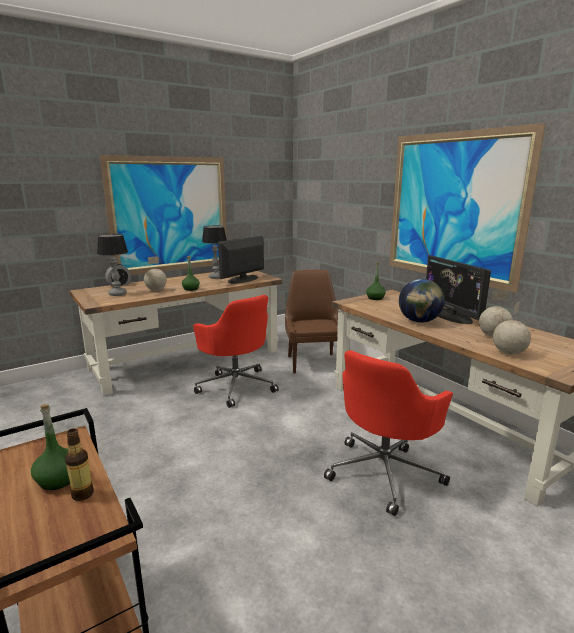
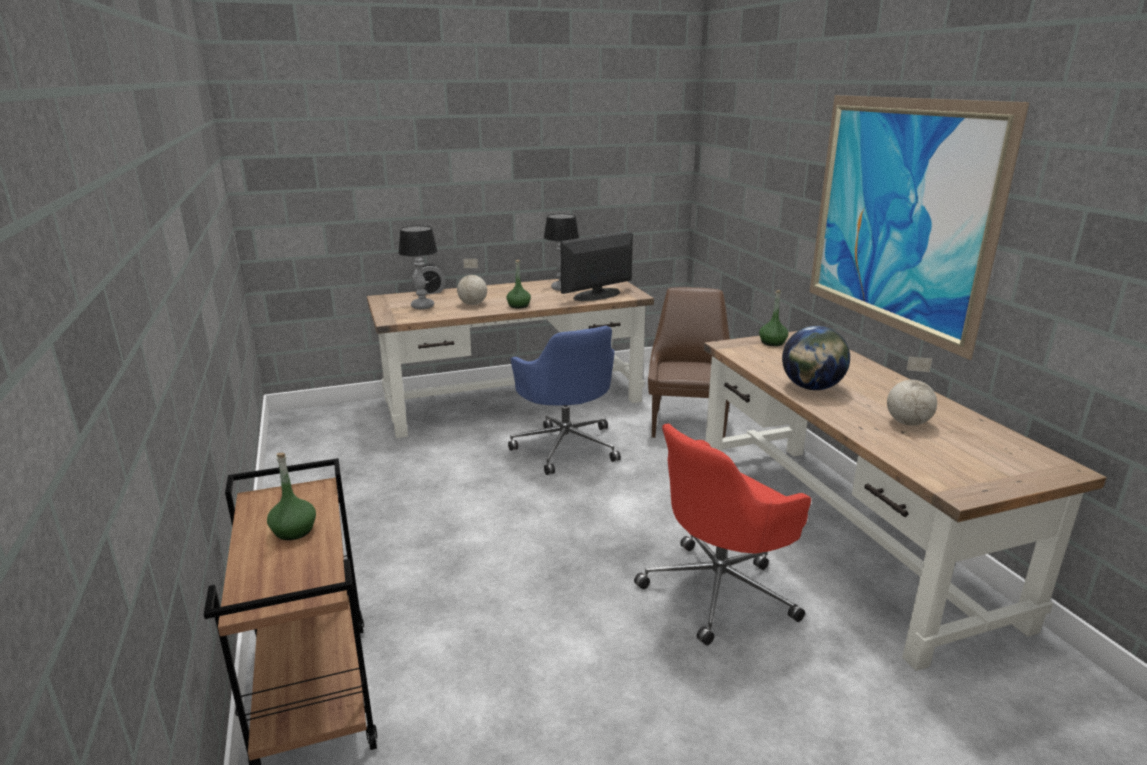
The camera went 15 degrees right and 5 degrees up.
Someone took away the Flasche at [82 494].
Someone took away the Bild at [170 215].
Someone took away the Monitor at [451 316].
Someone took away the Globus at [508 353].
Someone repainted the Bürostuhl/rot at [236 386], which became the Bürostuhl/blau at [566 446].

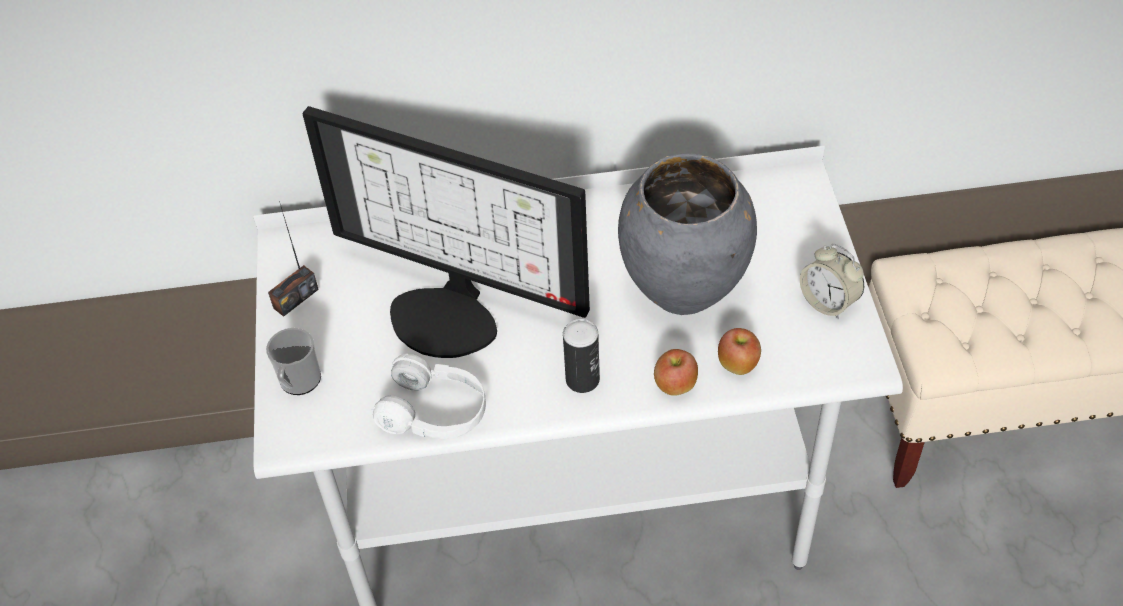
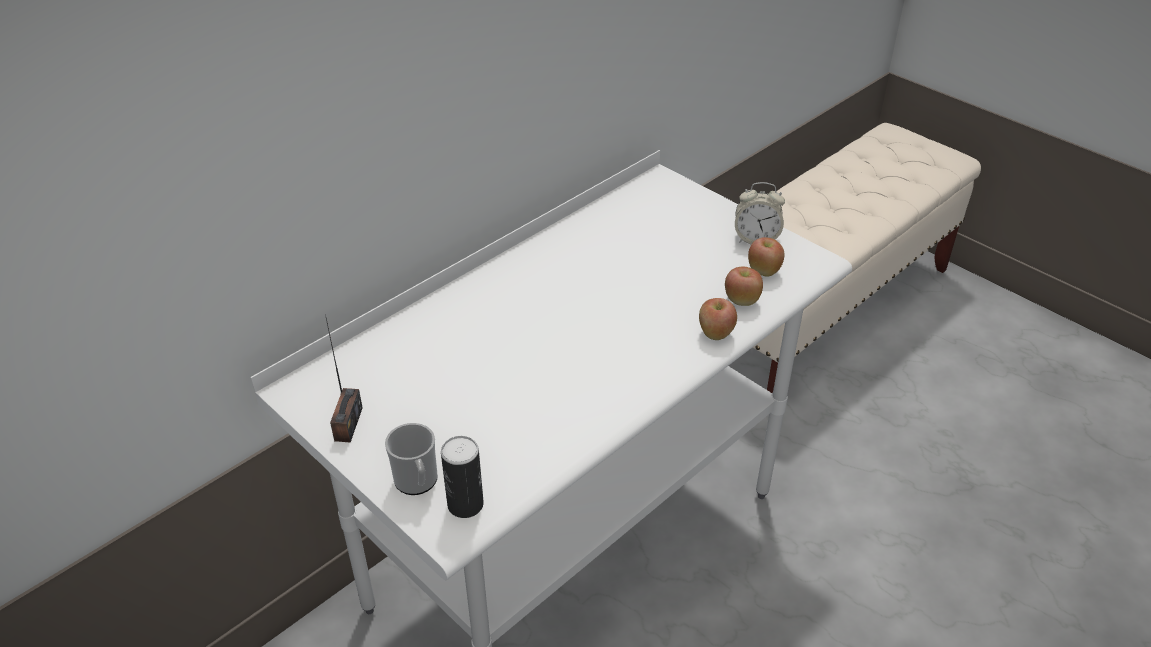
The camera went 40 degrees left and 10 degrees down.
Someone took away the Monitor at [450 313].
Someone took away the Kopfhörer/weiß at [434 412].
Someone took away the Vase/grau at [684 290].
Someone put down the Apfel at [763 271].
Someone carried the Dose from [582 379] to [465 504].

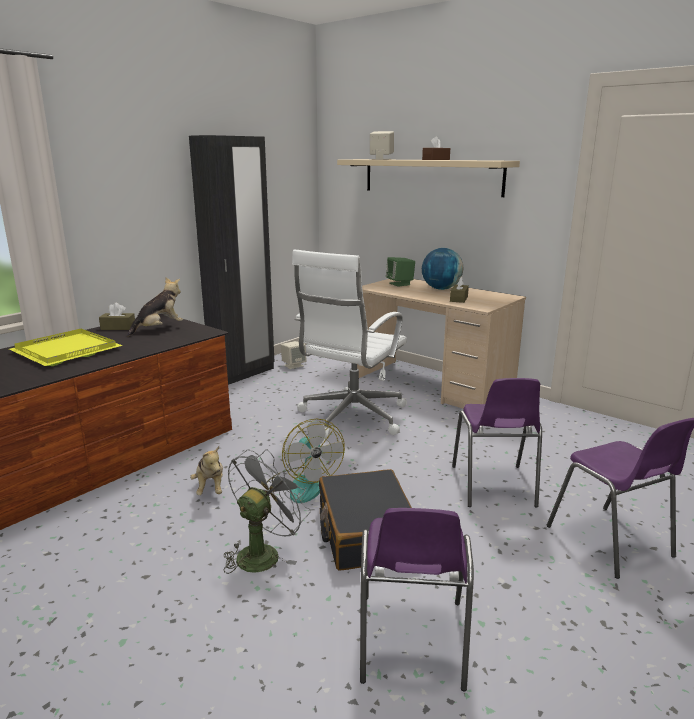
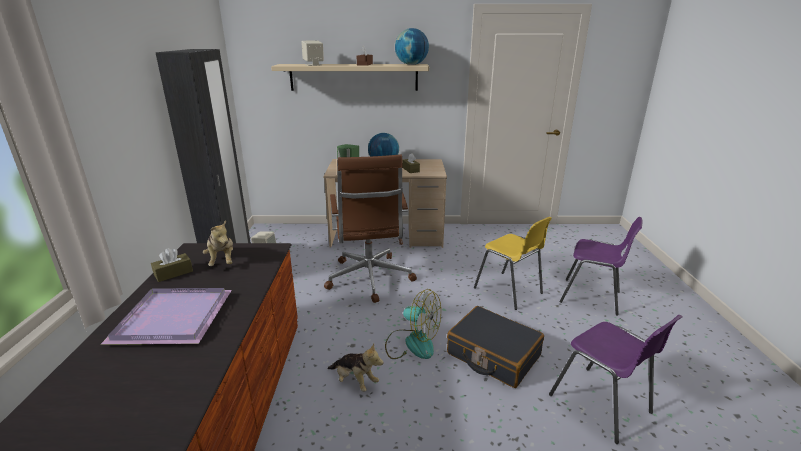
The camera went 40 degrees left and 5 degrees up.
Someone took away the Ventilator/grau at [263 553].
Someone put down the Globus at [411 65].
Someone repainted the Tablett/gelb at [67 350], which became the Tablett/lila at [172 317].
Someone repainted the Bürostuhl/weiß at [351 417], which became the Bürostuhl/braun at [369 279].
Someone repainted the Stuhl/lila at [493 487], which became the Stuhl/gelb at [509 291].
Someone rotated the Plüschtier at [159 329] by 150 degrees clockwise.

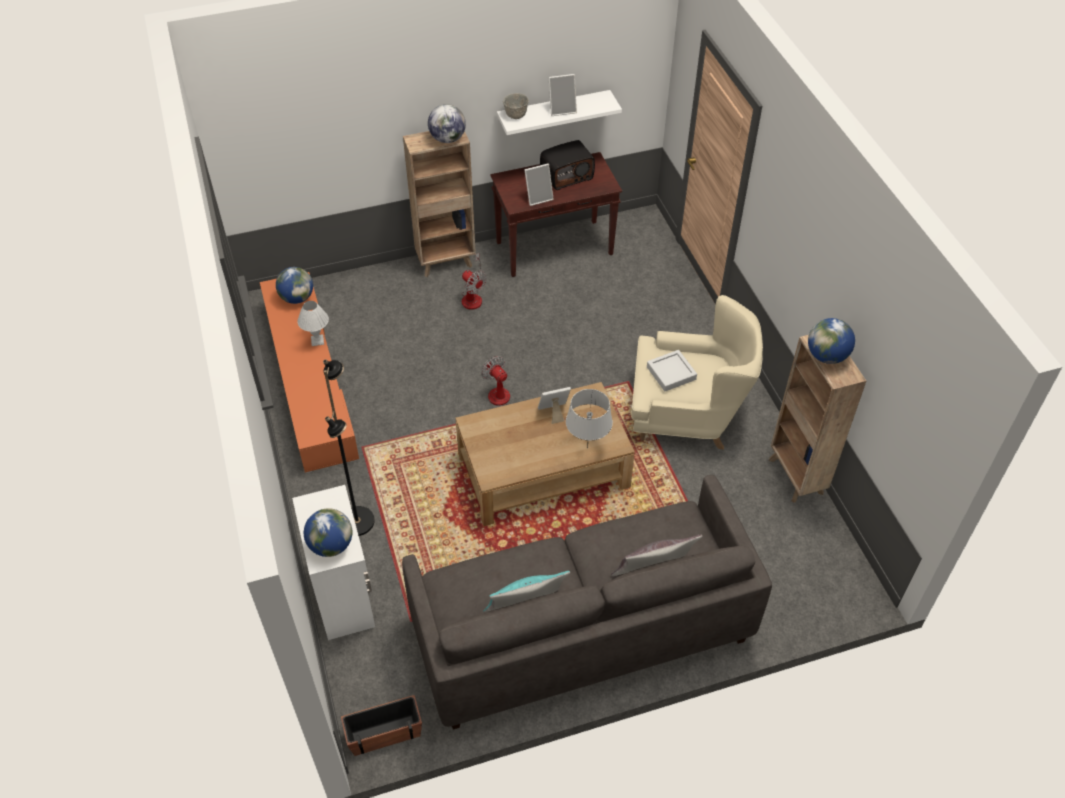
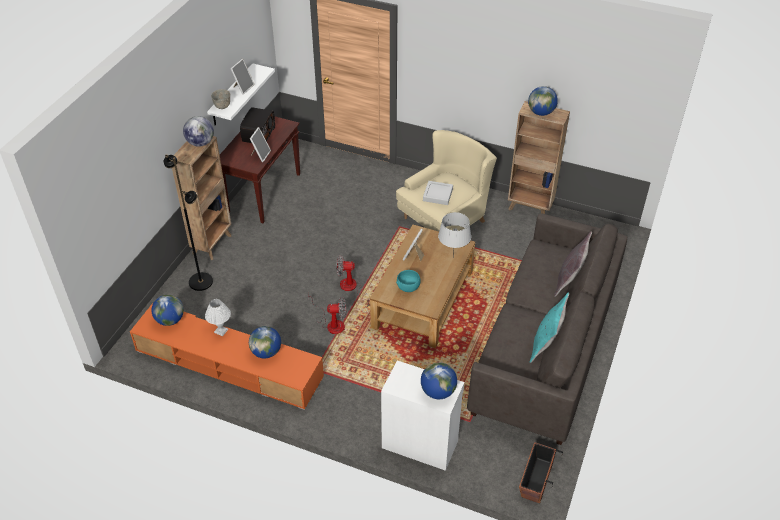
The camera went 50 degrees left and 5 degrees down.
Someone put down the Globus at [266 352].
Someone put down the Schüssel/türkis at [408 287].
Someone carried the Stehlampe/schwarz from [358 521] to [201 281].
Someone carried the Ventilator from [473 296] to [331 323].

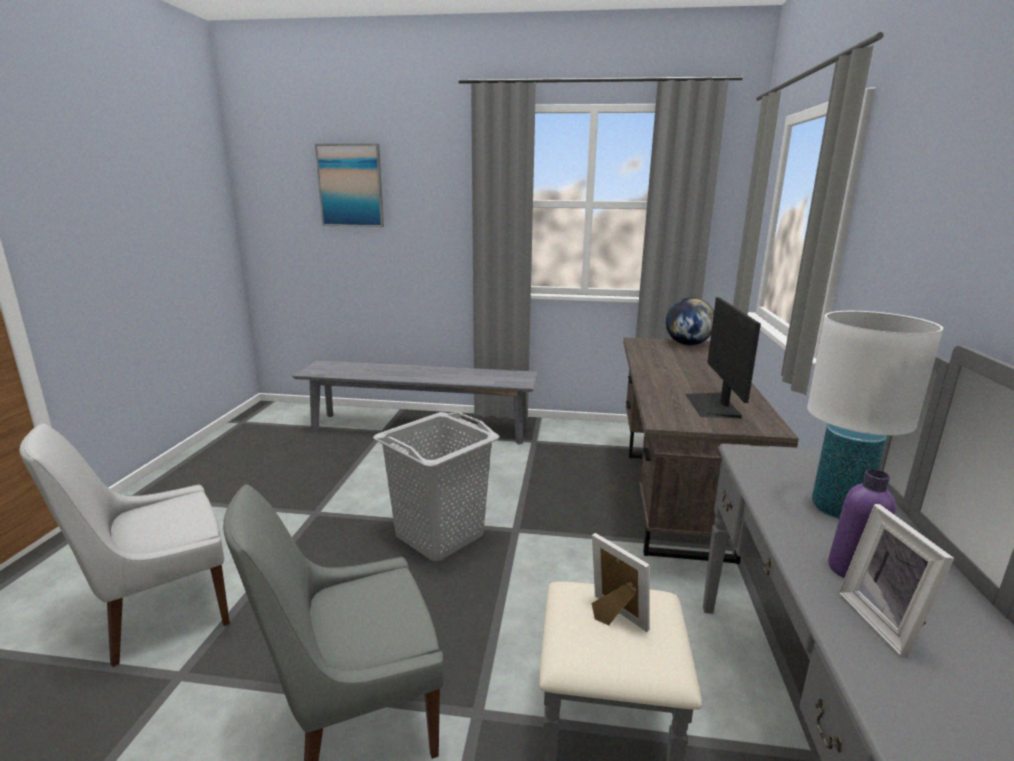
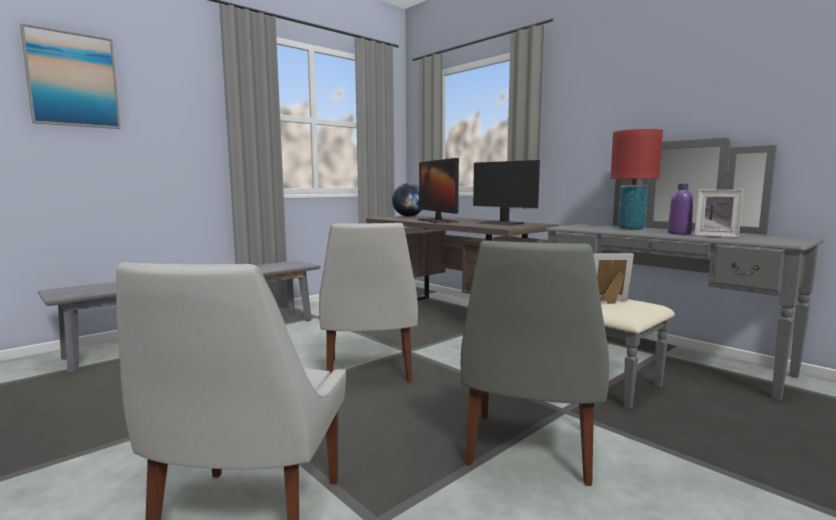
The camera went 50 degrees left and 10 degrees down.
Someone put down the Monitor at [437 221].
Someone swapped the Wäschekorb/grau at [438 535] for the Stuhl/weiß at [369 372].
Someone repainted the Tischlampe/weiß at [837 509], which became the Tischlampe/rot at [630 229].

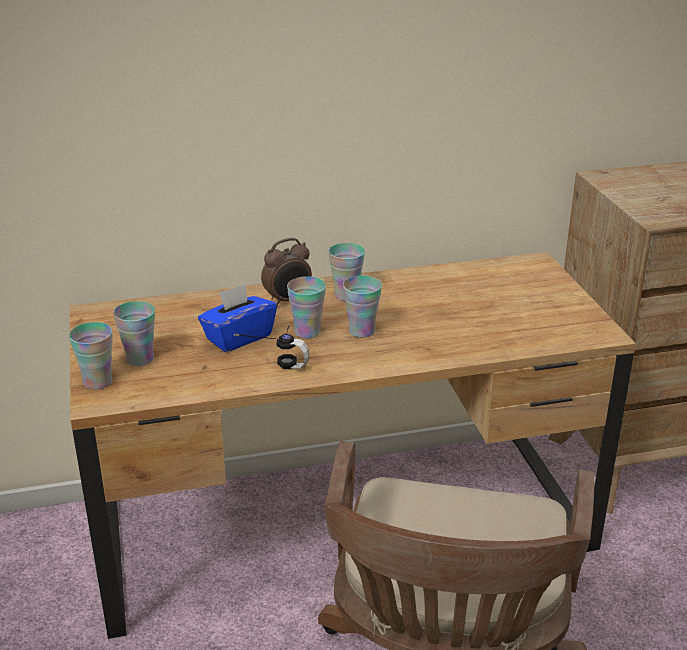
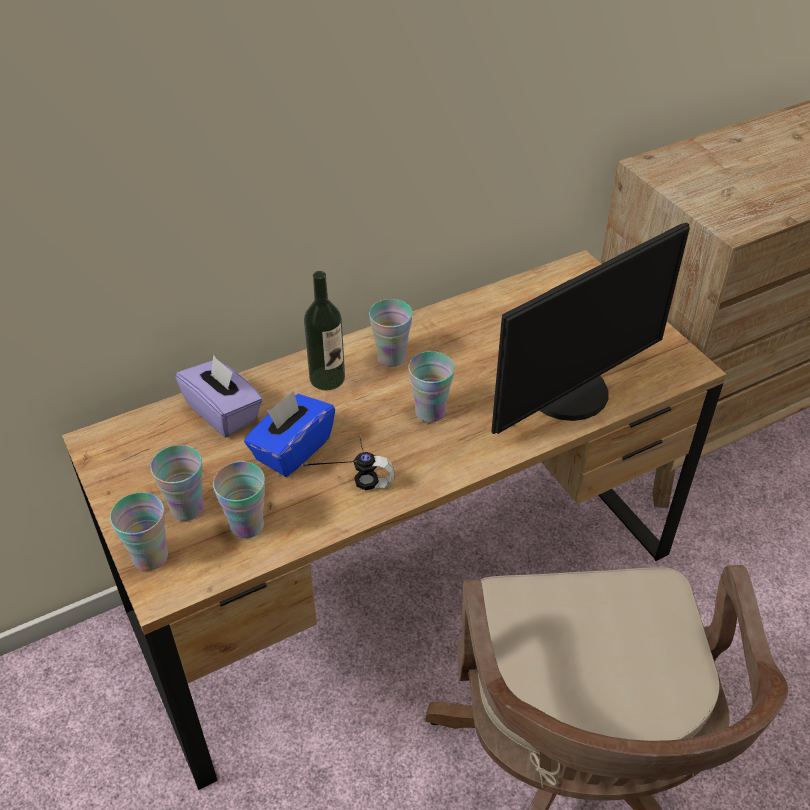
The camera went 15 degrees left and 15 degrees up.
Someone put down the Taschentuchbox/lila at [224 412].
Someone put down the Monitor at [570 394].
Someone carried the Tasse from [307 332] to [247 525].
Someone swapped the Wecker at [288 300] for the Flasche at [327 378].

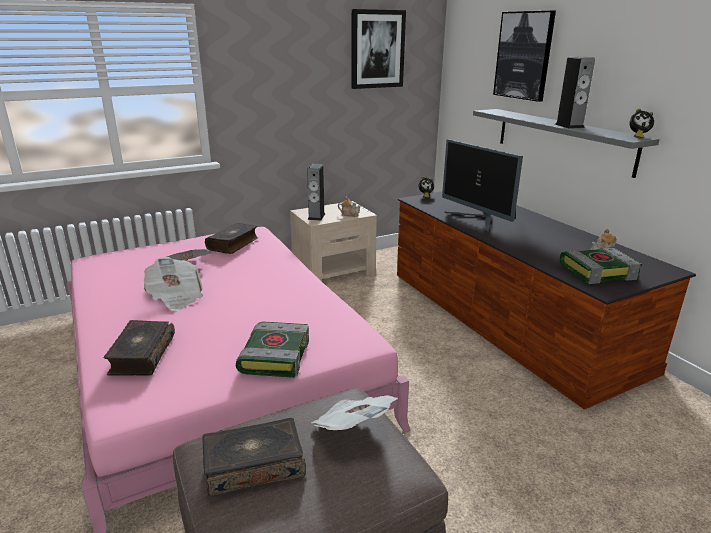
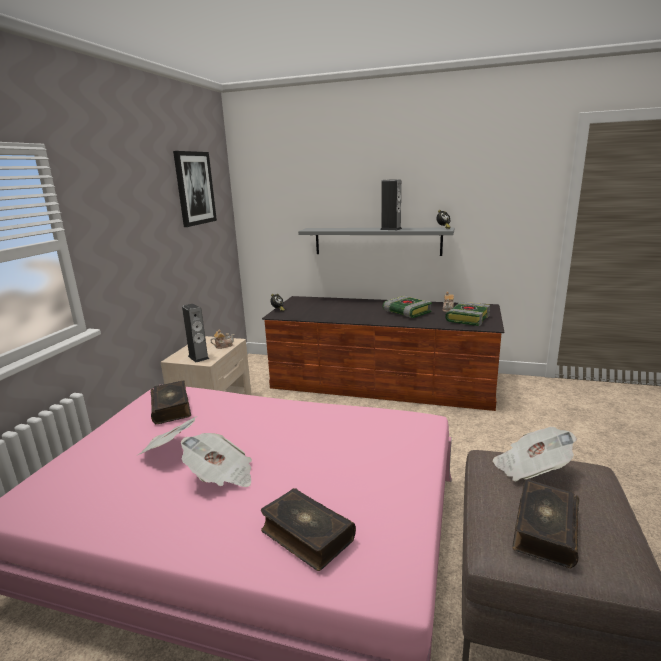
The camera went 45 degrees left and 5 degrees down.
Someone took away the Monitor at [476 220].
Someone took away the Bild at [524 55].
Someone carried the Buch from [274 356] to [406 312].

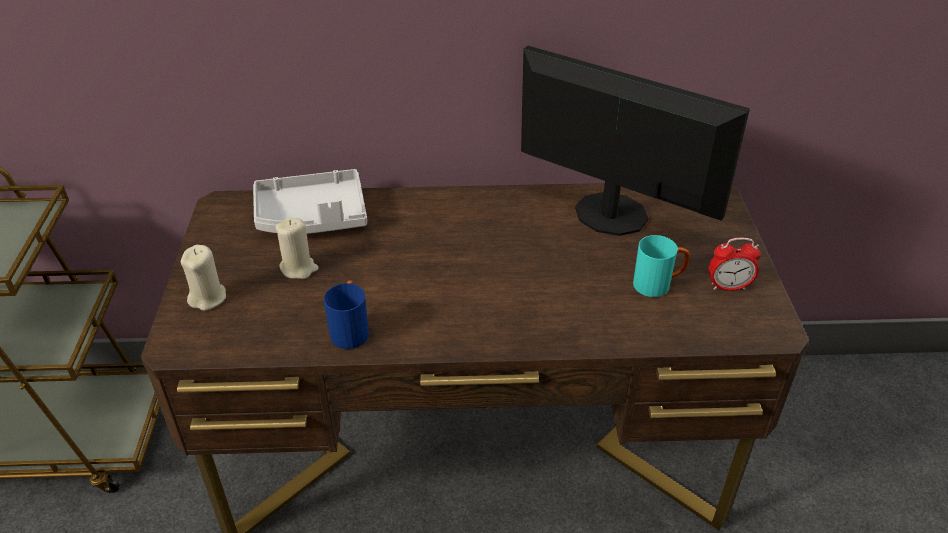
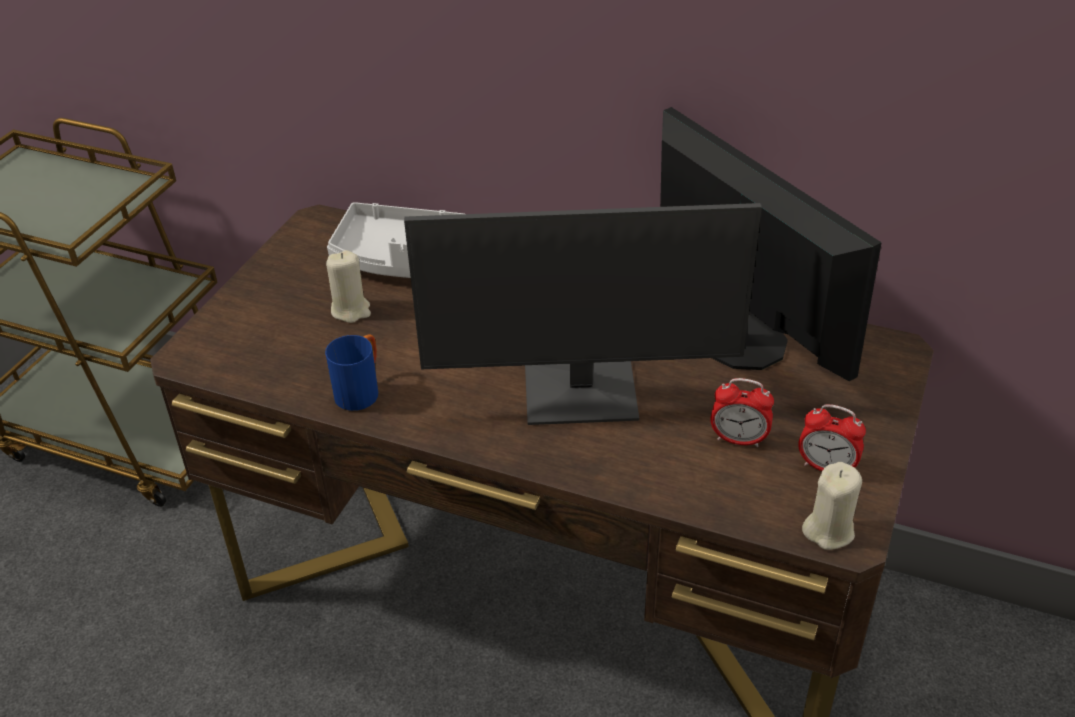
The camera went 25 degrees right and 0 degrees up.
Someone put down the Monitor at [581 395].
Someone carried the Kerze/beige from [208 298] to [828 530].
Someone swapped the Henkelbecher/türkis at [658 285] for the Wecker at [738 439].

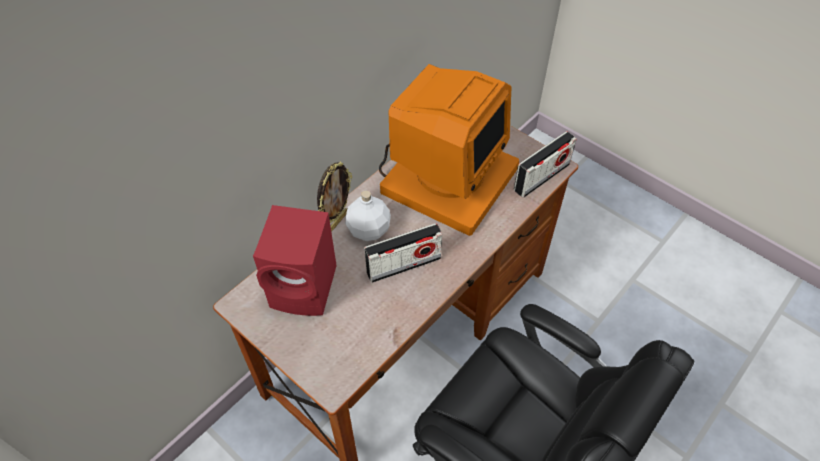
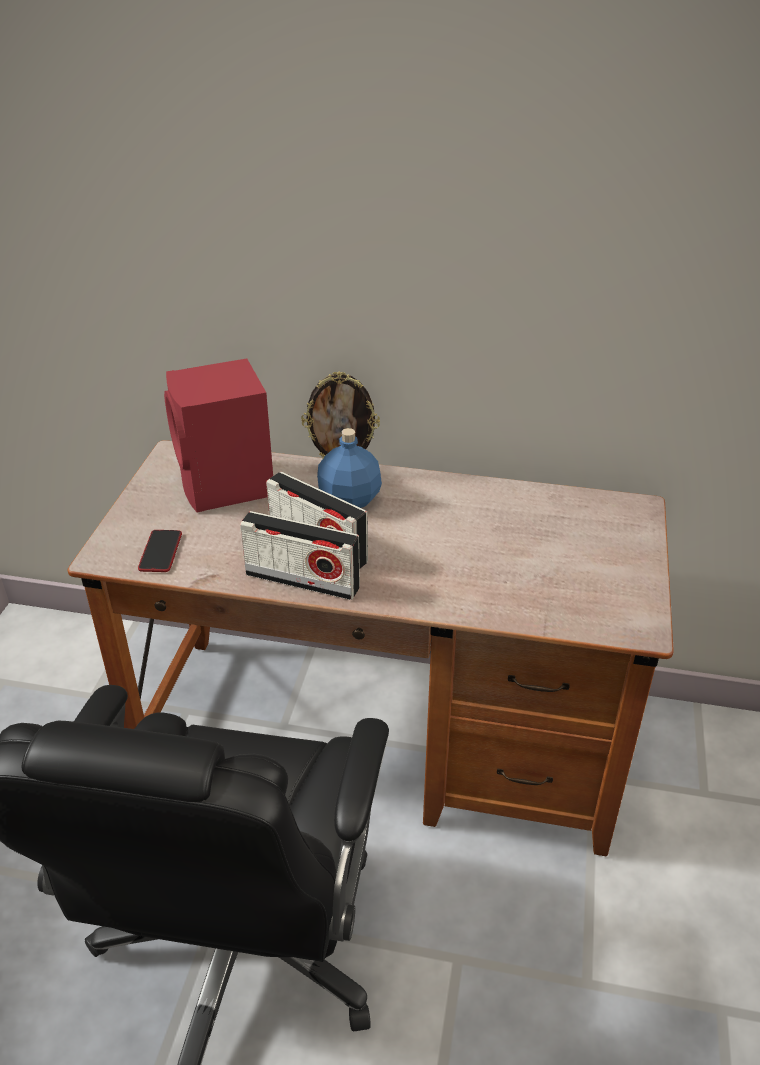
The camera went 60 degrees right and 15 degrees down.
Someone took away the Monitor at [447 178].
Someone put down the Handy at [160 552].
Someone carried the Radio from [541 177] to [302 581].
Someone repainted the Flasche/weiß at [369 230], which became the Flasche/blau at [350 500].

